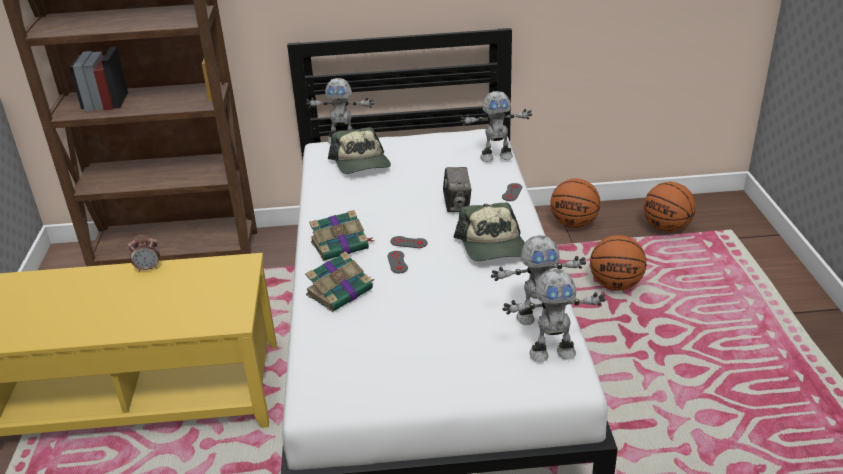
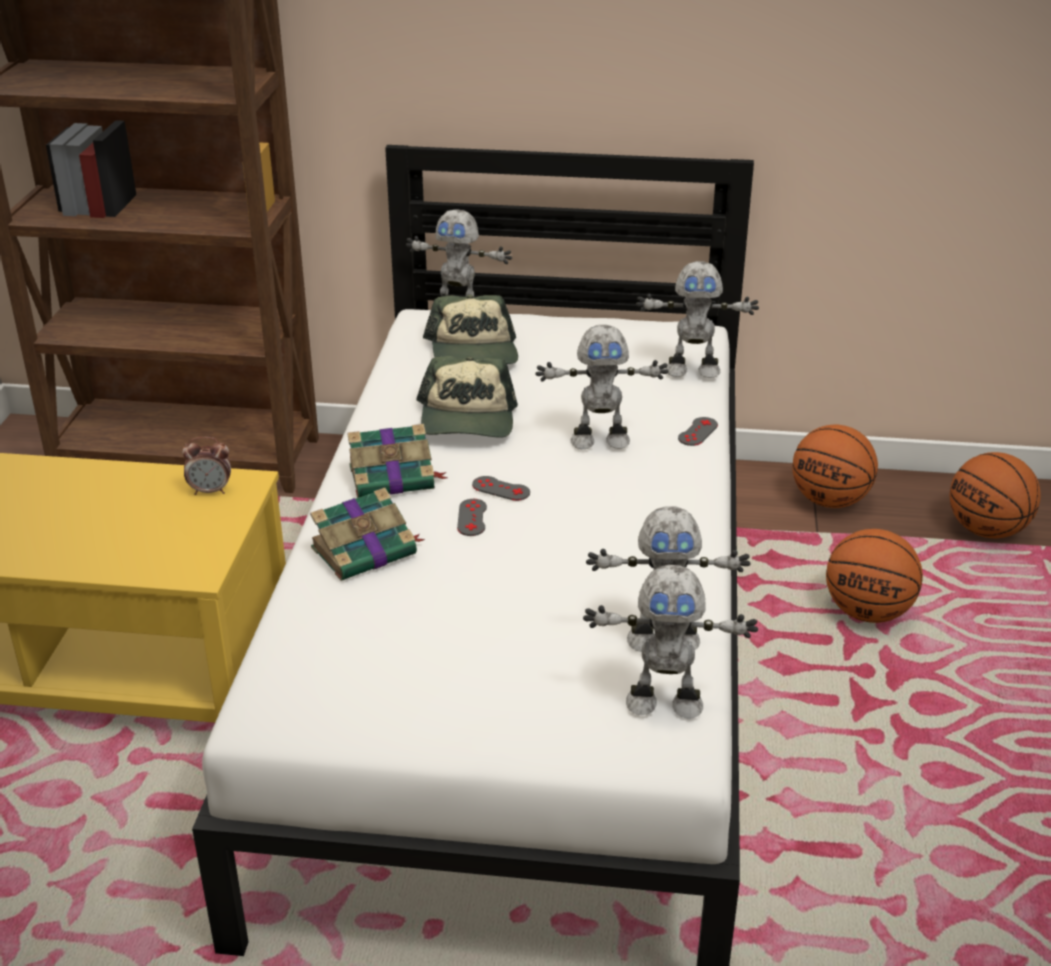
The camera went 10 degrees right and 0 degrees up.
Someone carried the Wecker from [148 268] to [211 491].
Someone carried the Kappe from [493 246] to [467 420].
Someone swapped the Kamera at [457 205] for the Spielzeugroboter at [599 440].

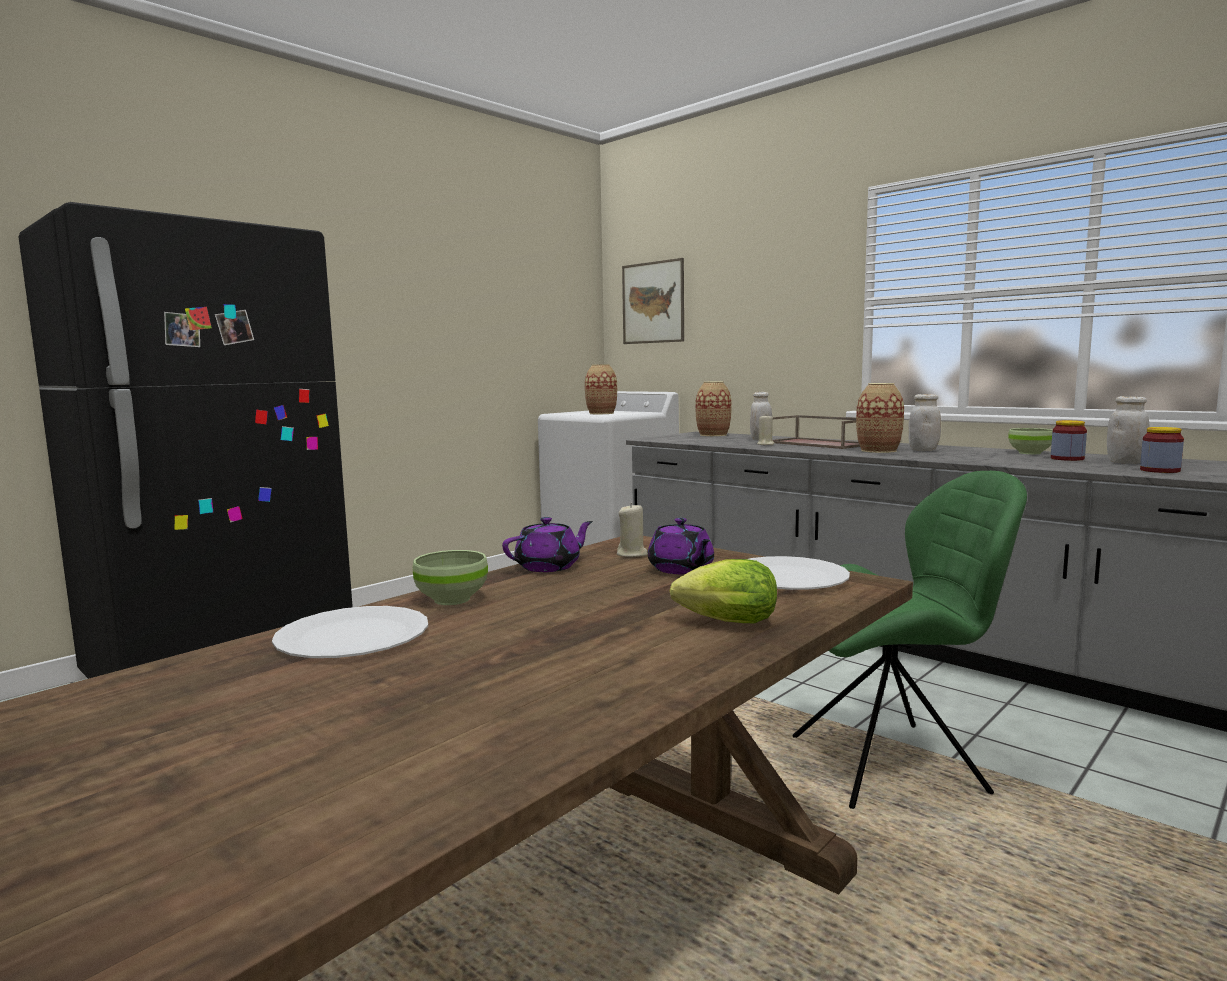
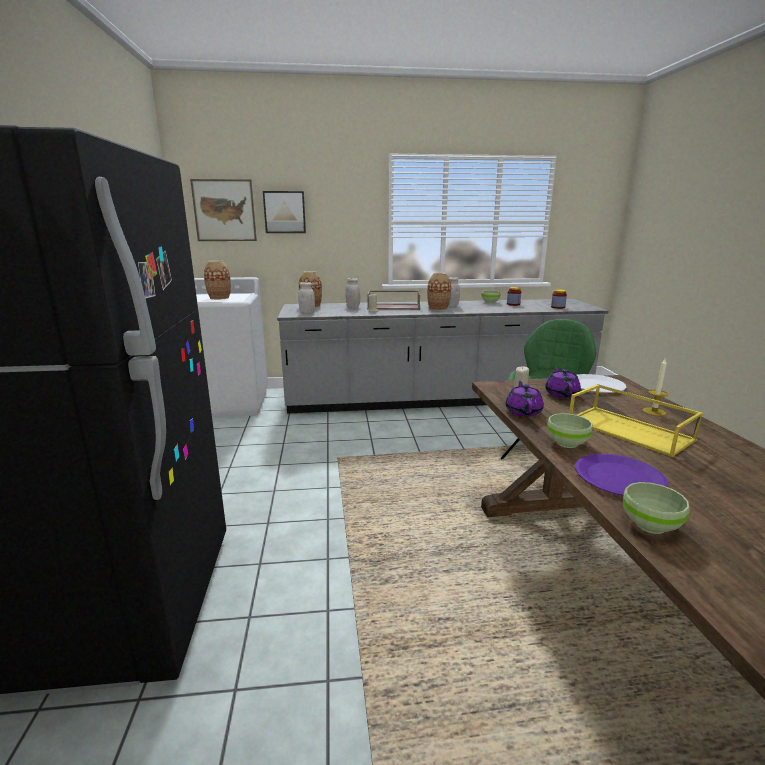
The camera went 50 degrees left and 10 degrees up.
Someone put up the Bild at [284 212].
Someone put down the Tablett/gelb at [630 430].
Someone put down the Schüssel/grün at [649 525].
Someone carried the Vorratsglas/weiß from [1125 462] to [307 313].
Someone swapped the Salatkopf at [722 623] for the Kerze at [654 411].
Someone repainted the Teller/weiß at [353 637], which became the Teller/lila at [619 477].
Someone rotated the Teekanne/lila at [681 569] by 105 degrees counterclockwise.

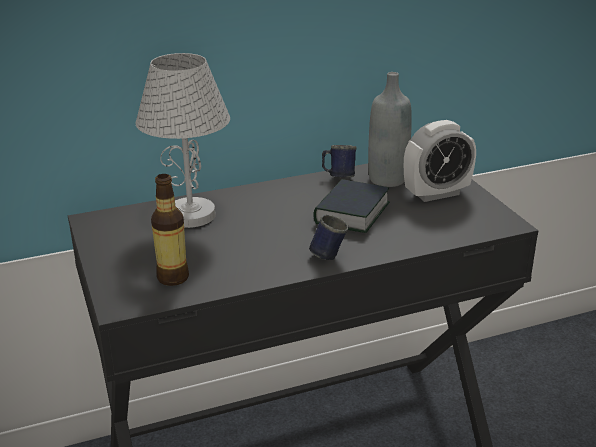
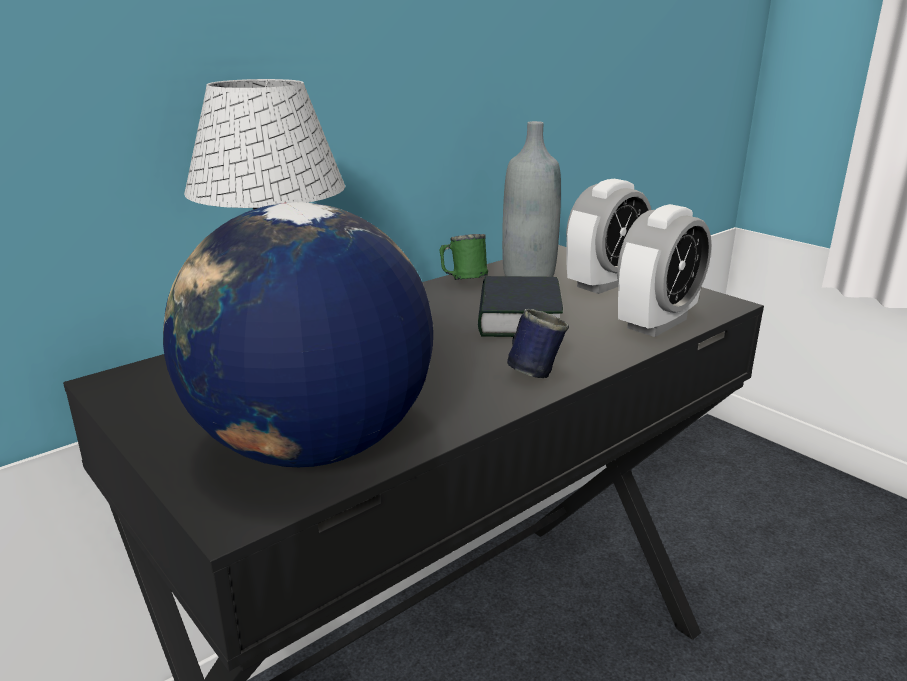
The camera went 20 degrees left and 5 degrees down.
Someone put down the Wecker at [656 323].
Someone swapped the Flasche at [173 278] for the Globus at [310 447].
Someone repainted the Henkelbecher/blau at [338 177], which became the Henkelbecher/grün at [463 281].

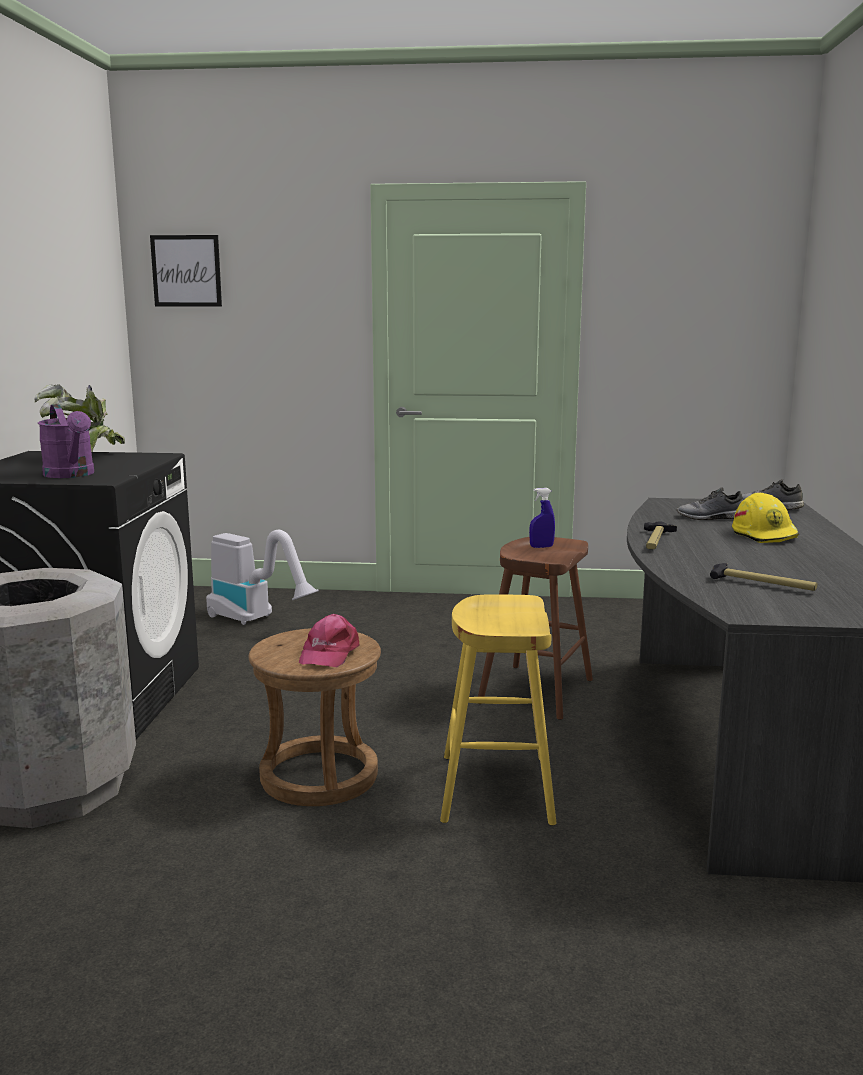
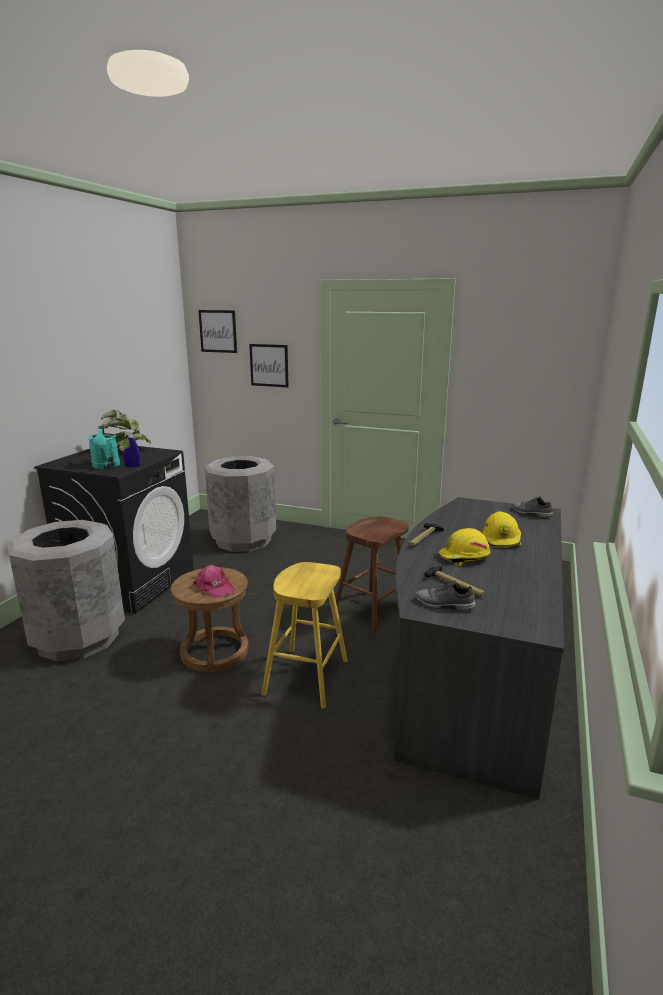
The camera went 15 degrees right and 5 degrees up.
Someone put up the Bild at [269 365].
Someone put down the Schutzhelm/gelb at [464 557].
Someone carried the Sprühflasche/blau from [541 547] to [133 466].
Someone carried the Schuh/grau from [710 518] to [444 605].
Someone swapped the Staubsauger at [257 620] for the Mülleimer/grau at [243 540].
Someone repainted the Gießkanne/lila at [72 475], which became the Gießkanne/türkis at [106 466].
Someone rotated the Kappe/rosa at [329 653] by 75 degrees counterclockwise.

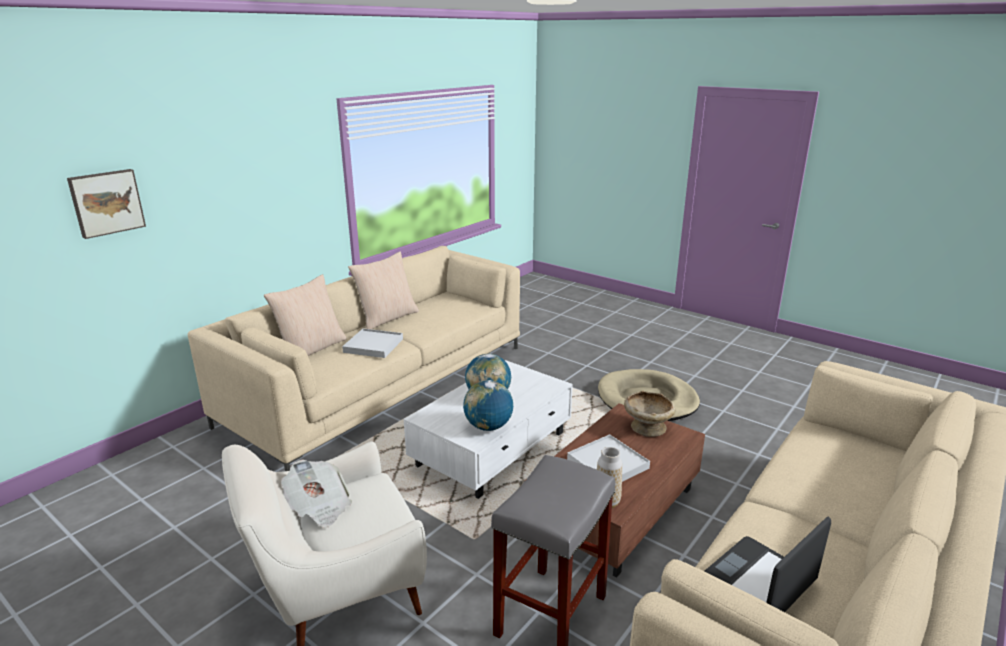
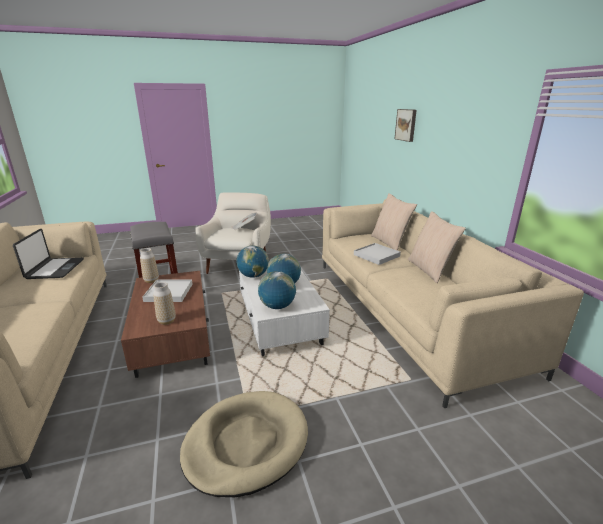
The camera went 125 degrees right and 0 degrees up.
Someone put down the Globus at [277 306].
Someone swapped the Schüssel/beige at [647 428] for the Vase at [167 321].

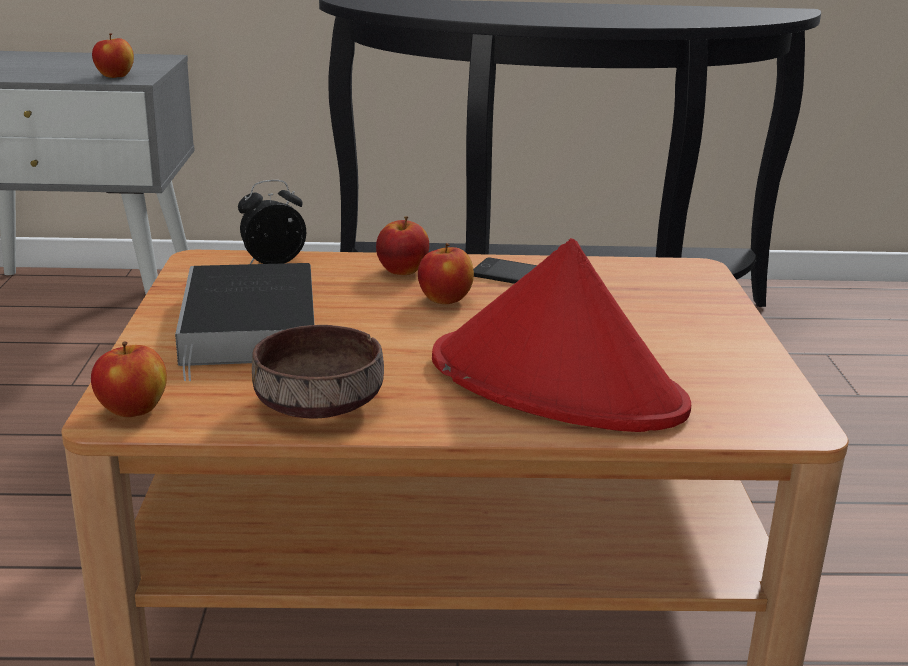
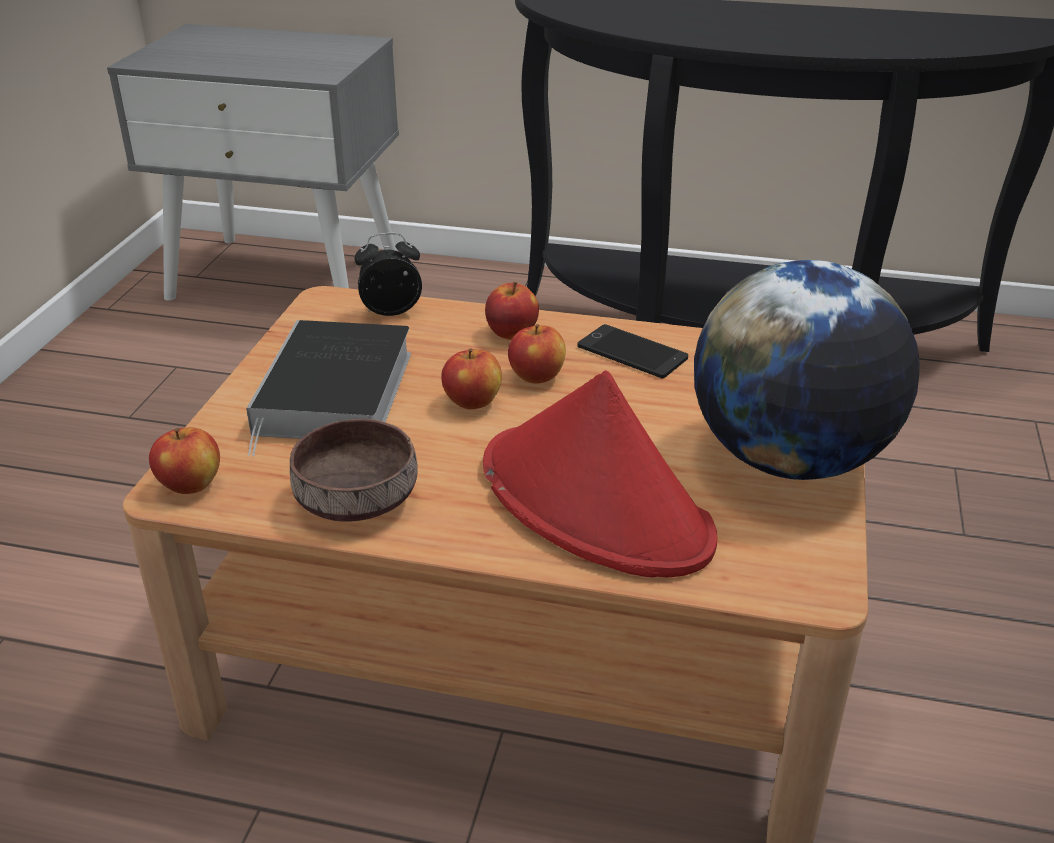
The camera went 15 degrees right and 10 degrees up.
Someone put down the Globus at [789 459].
Someone carried the Apfel from [115 76] to [473 402].

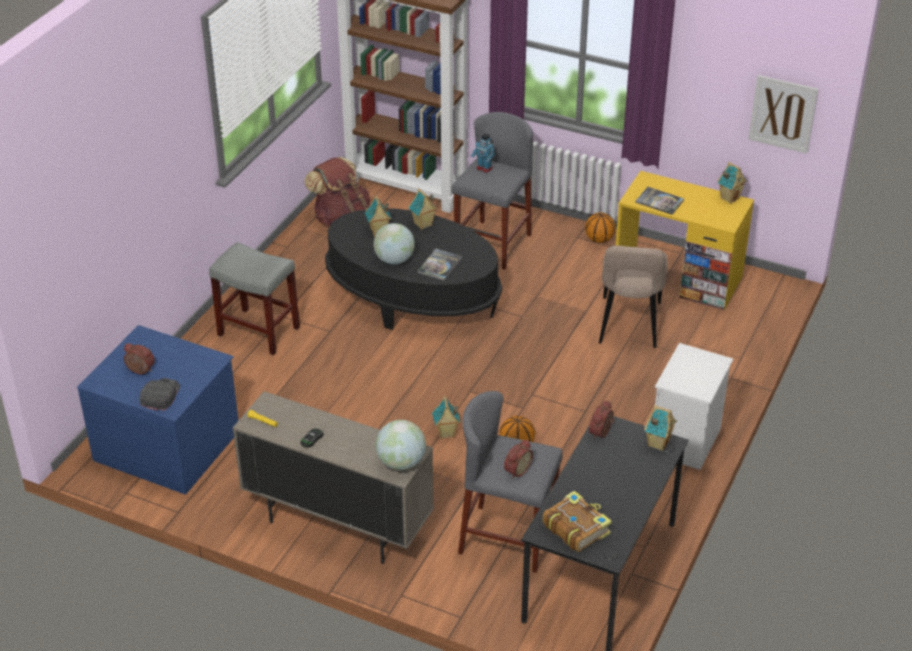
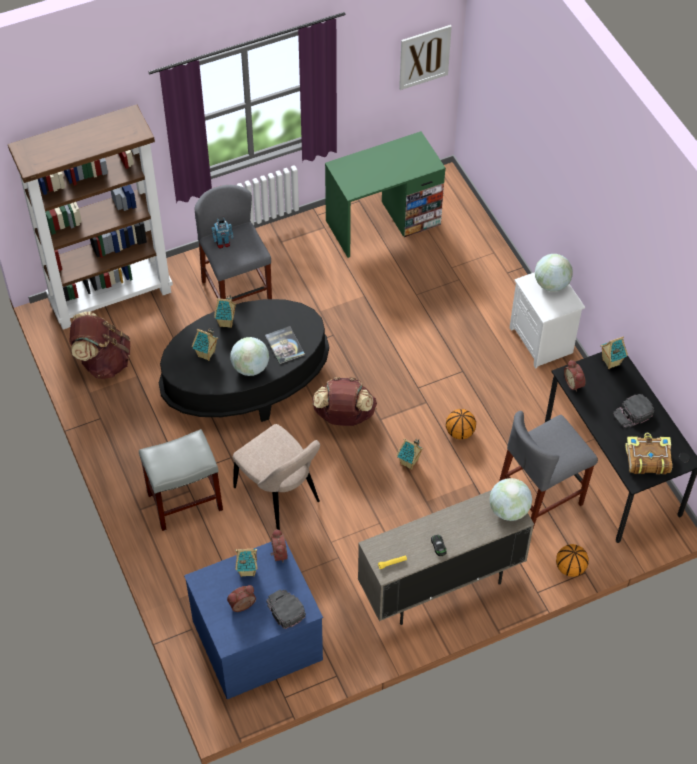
The camera went 50 degrees left and 15 degrees up.
Someone took away the Buch at [659 201].
Someone put down the Rucksack/braun at [344 416].
Someone put down the Globus at [551 284].
Someone put down the Kappe/schwarz at [633 413].
Someone carried the Wecker from [516 470] to [277 554].
Someone carried the Basketball from [599 240] to [570 568].
Someone carried the Stuhl/beige from [629 326] to [279 497].
Someone carried the Spielzeughaus from [729 198] to [247 570].
Someone repainted the Schreibtisch/gelb at [677 278], which became the Schreibtisch/grün at [383 222].

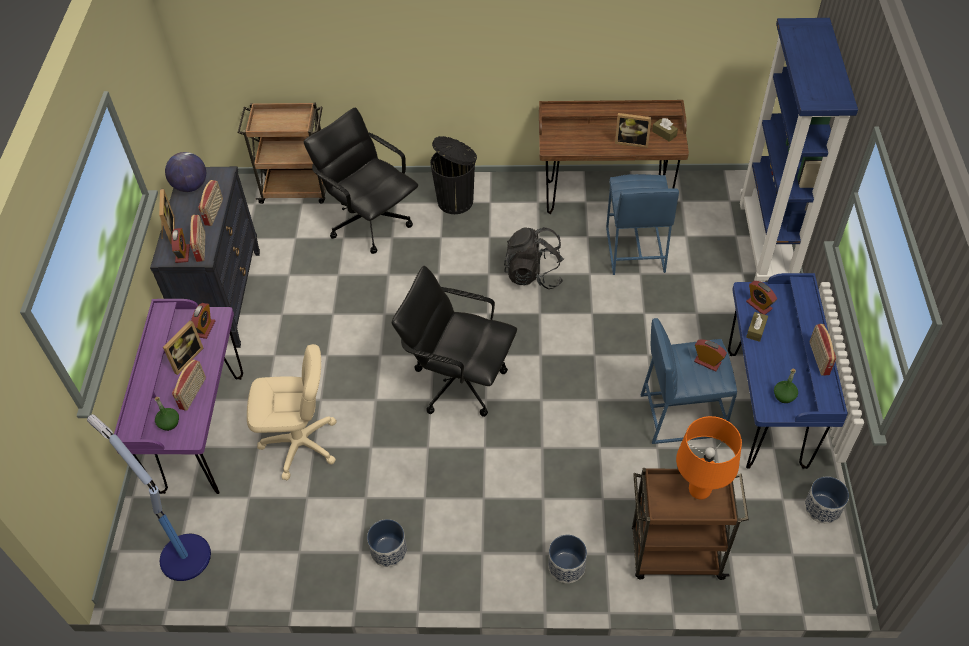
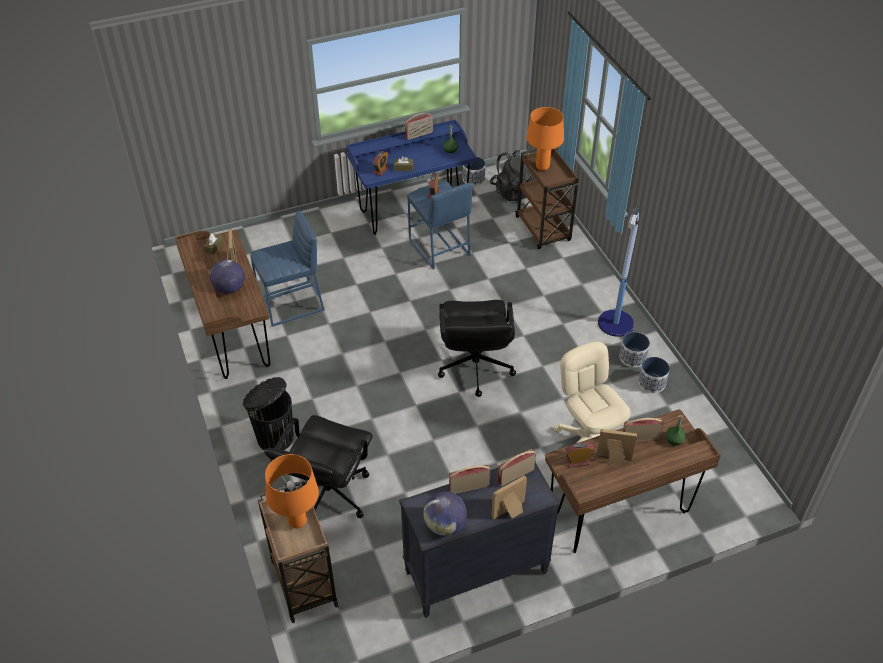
The camera went 115 degrees left and 5 degrees down.
Someone took away the Wecker at [182 254].
Someone took away the Bücherregal/blau at [767 244].
Someone put down the Globus at [229 289].
Someone put down the Tischlampe/orange at [298 521].
Someone carried the Stehlampe from [183 556] to [615 324].
Someone carried the Rucksack/schwarz from [534 274] to [512 191].
Someone carried the Pflanzkübel from [566 566] to [652 383].
Someone repainted the Schreibtisch/lila at [203 433], which became the Schreibtisch/braun at [619 513].

